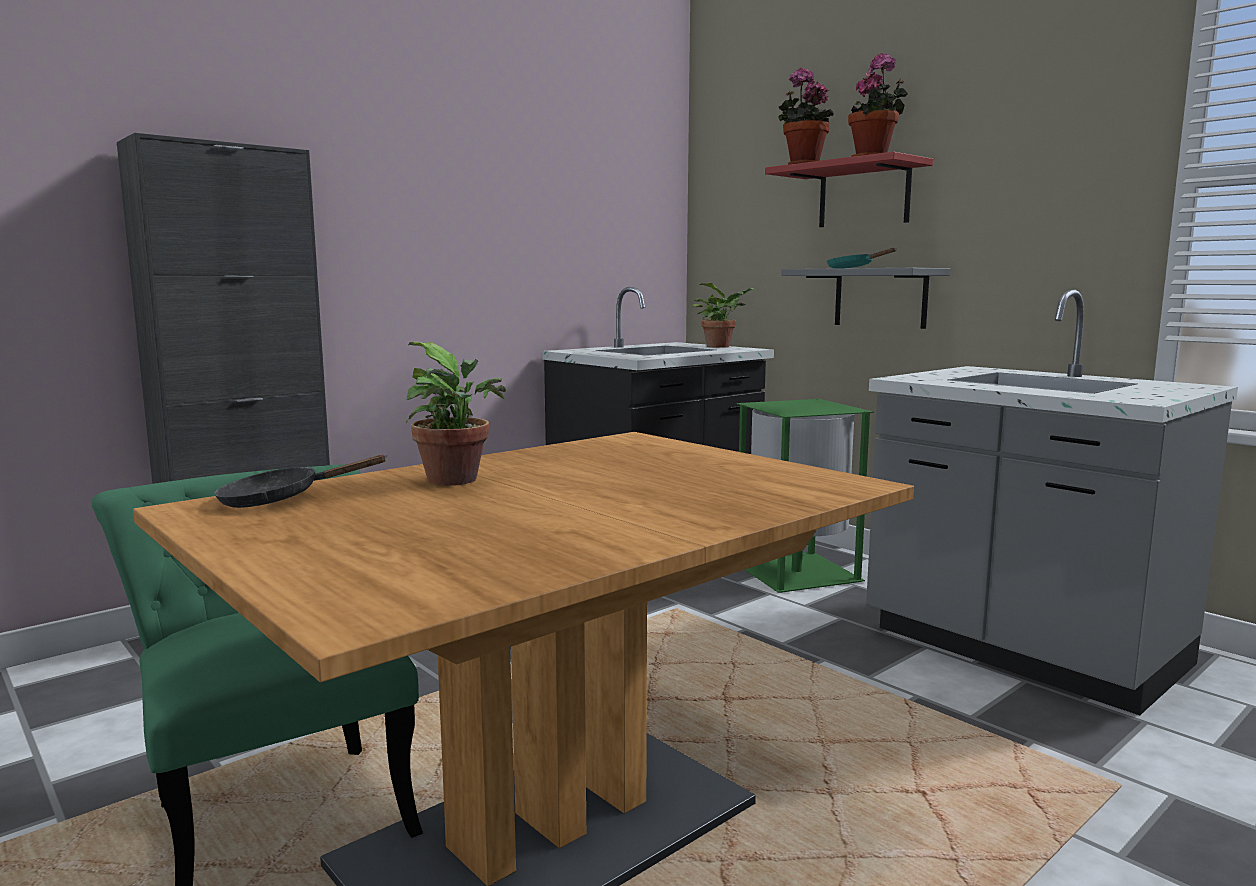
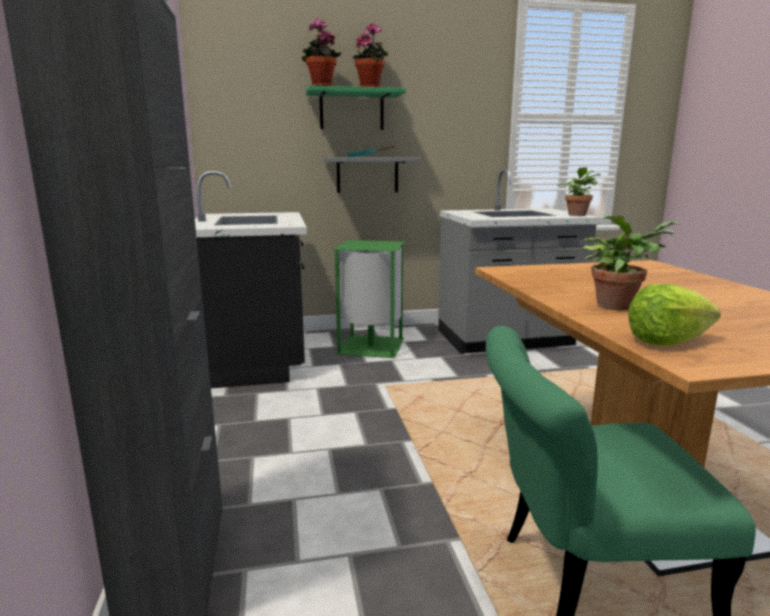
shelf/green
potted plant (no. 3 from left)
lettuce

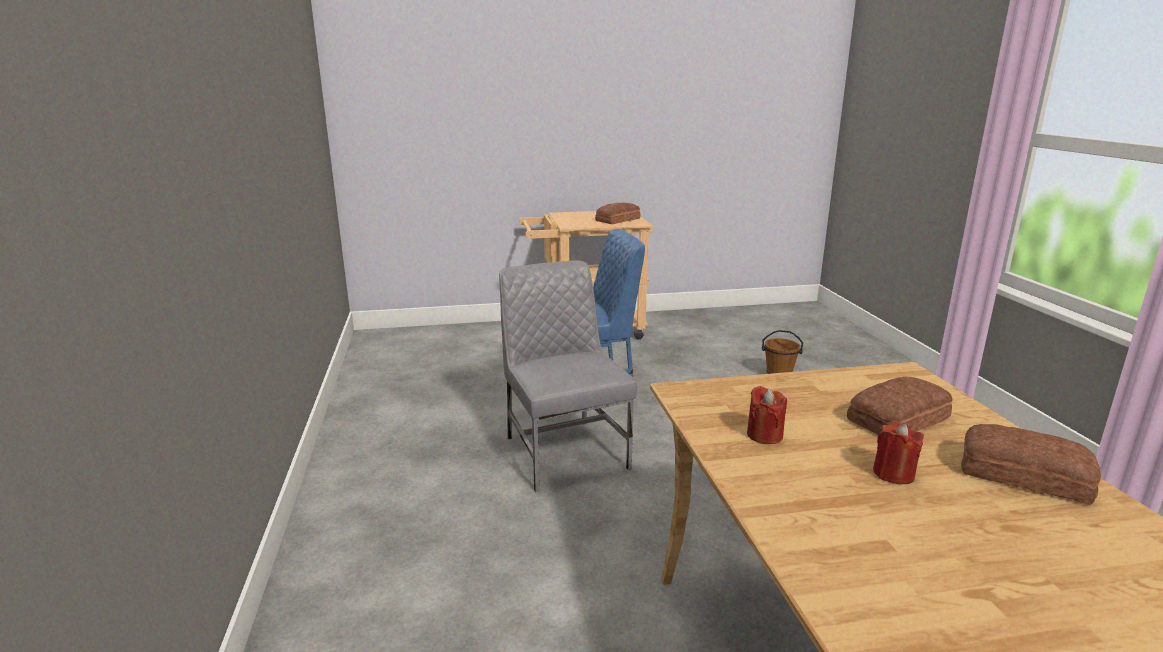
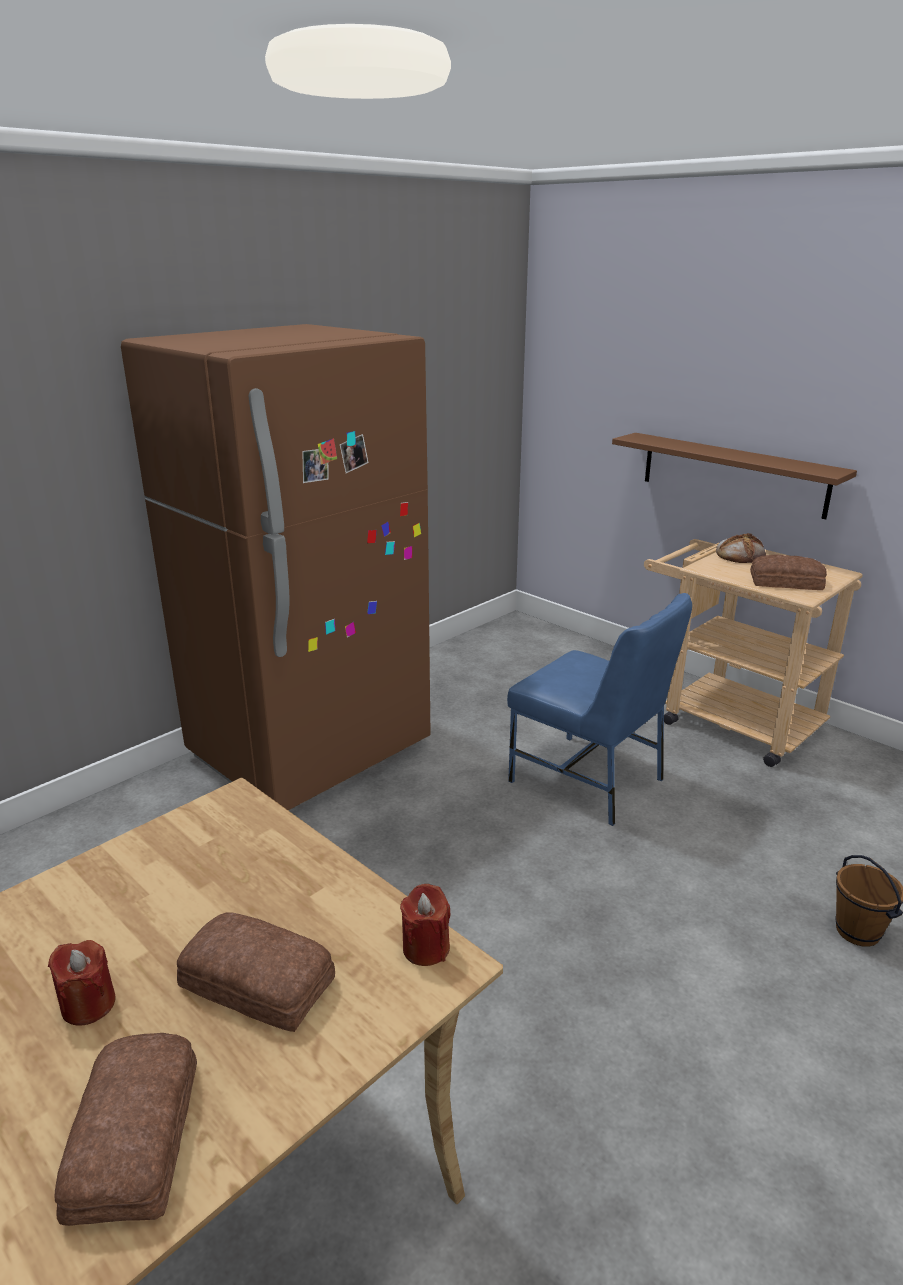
fridge/brown
candle/red (no. 2 from left)
shelf/brown
bread (no. 3 from left)
chair/grey

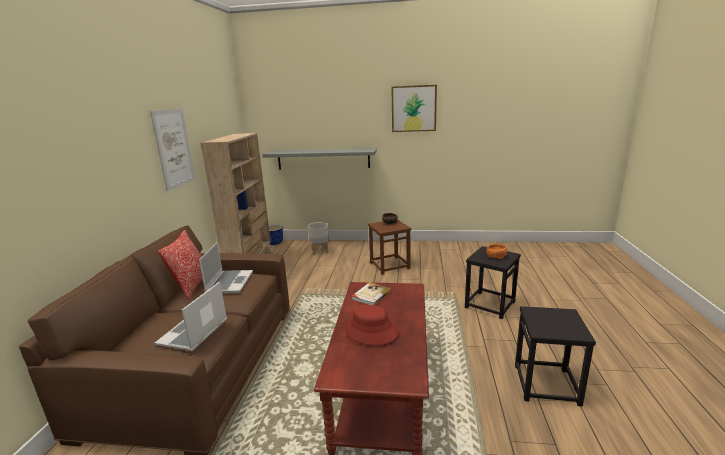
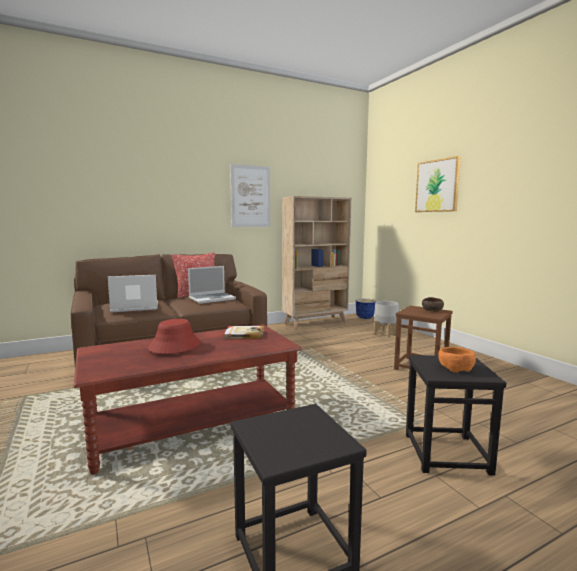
picture (no. 2 from left)
shelf/grey

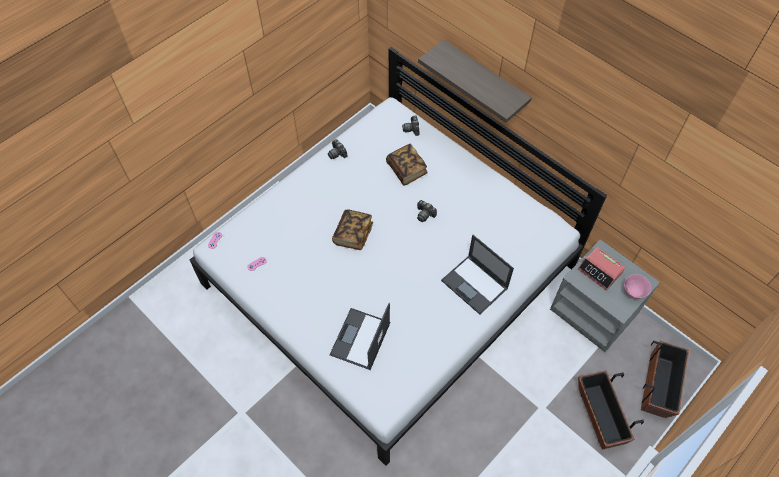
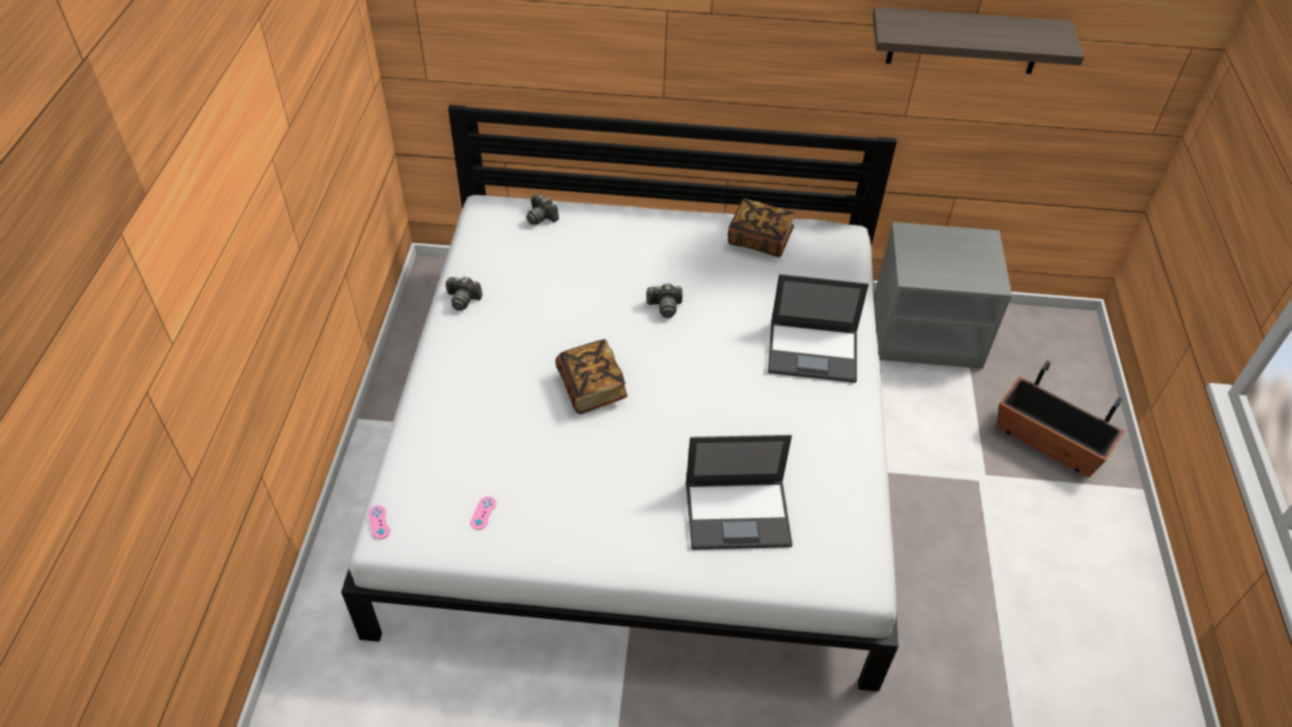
laptop (no. 1 from left)
book (no. 2 from left)
shelf
alarm clock
bowl/pink
planter (no. 2 from left in the first image)

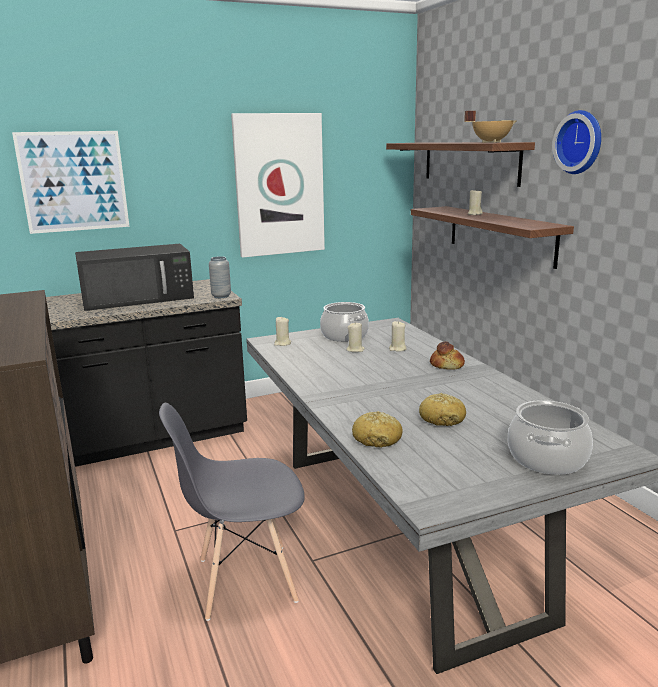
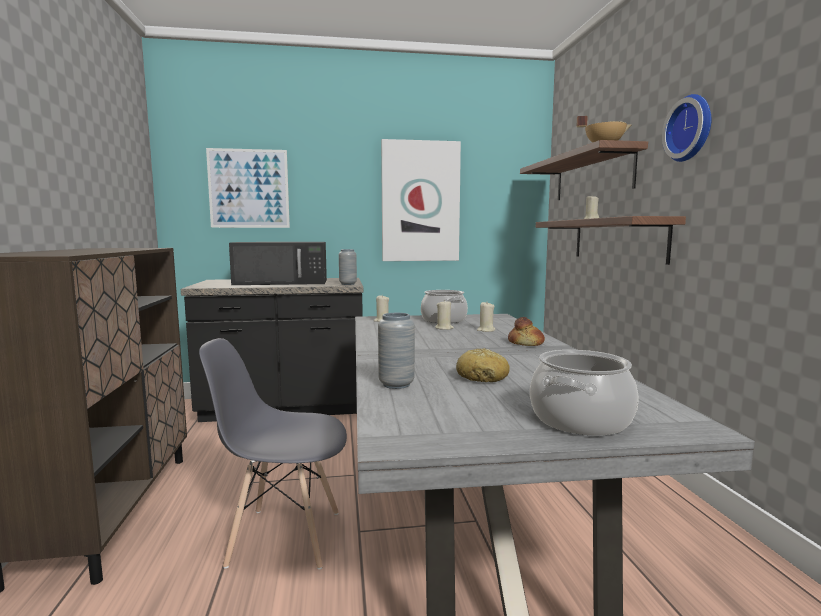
vase/grey (no. 2 from left)

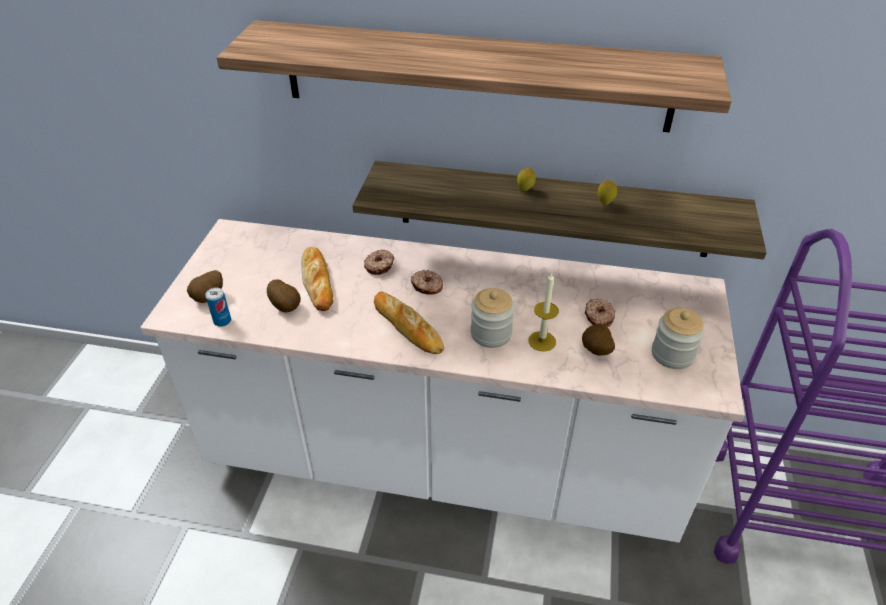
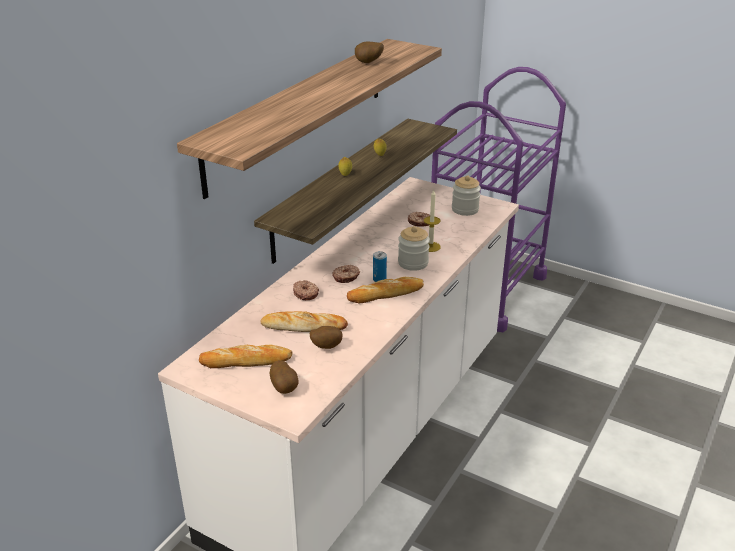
bread (no. 1 from left)
potato (no. 3 from left)
can

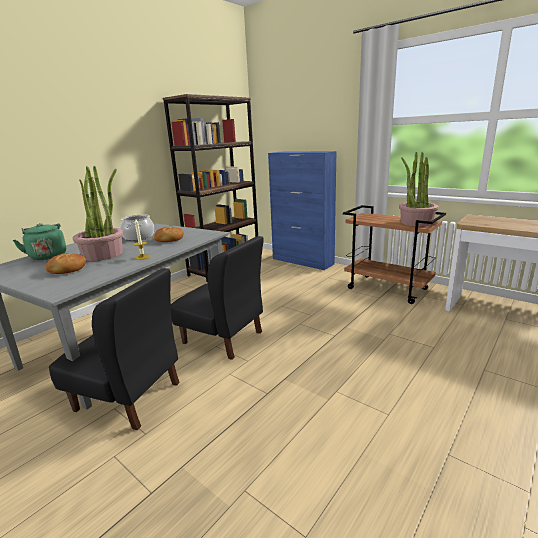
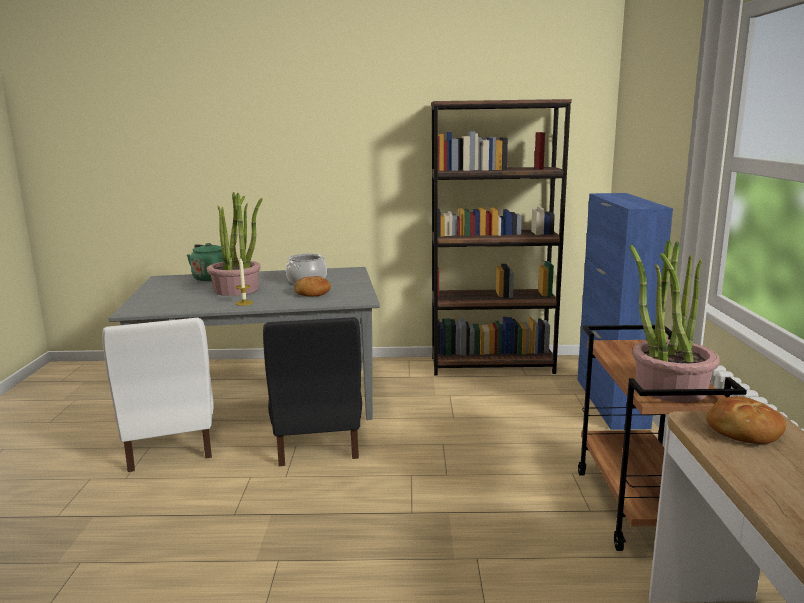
chair/white
bread (no. 2 from left)

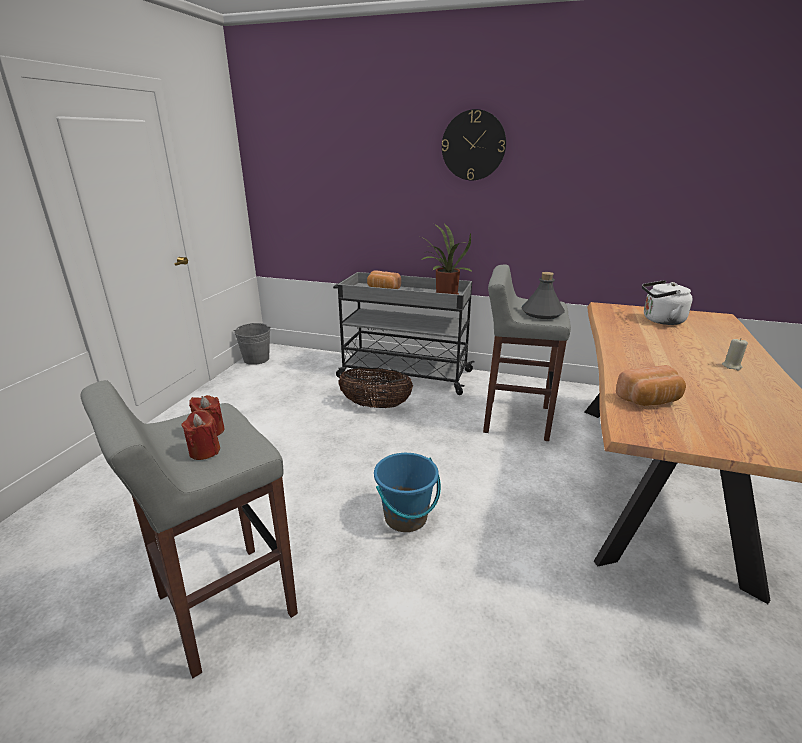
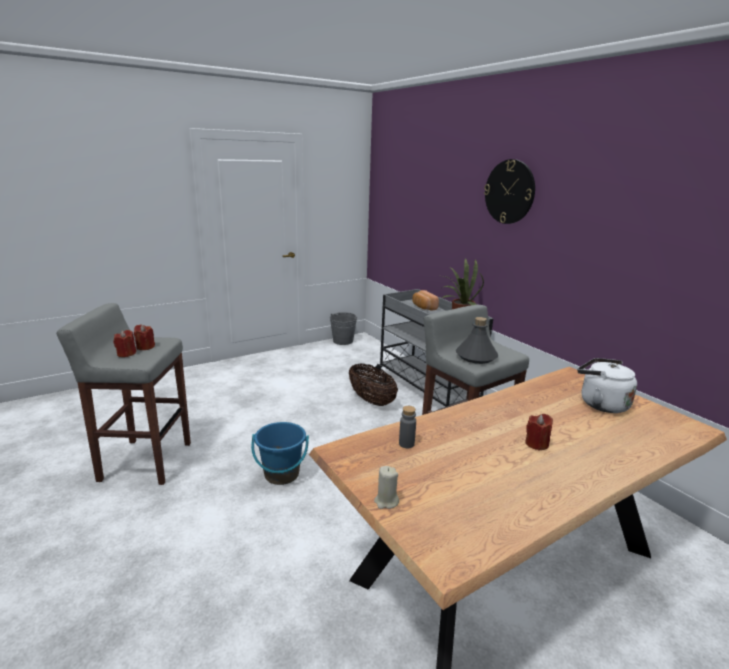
candle/beige
bottle/grey (no. 1 from left)
candle/red (no. 3 from left)

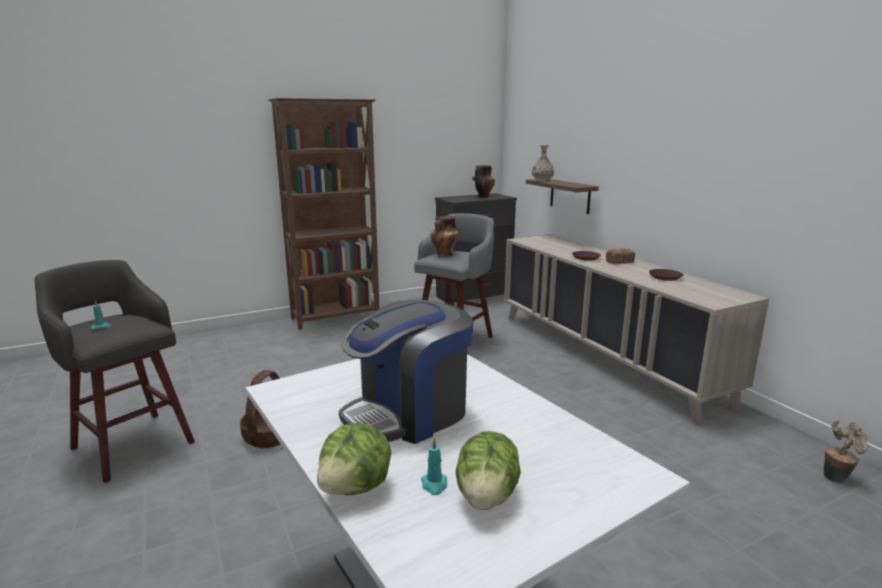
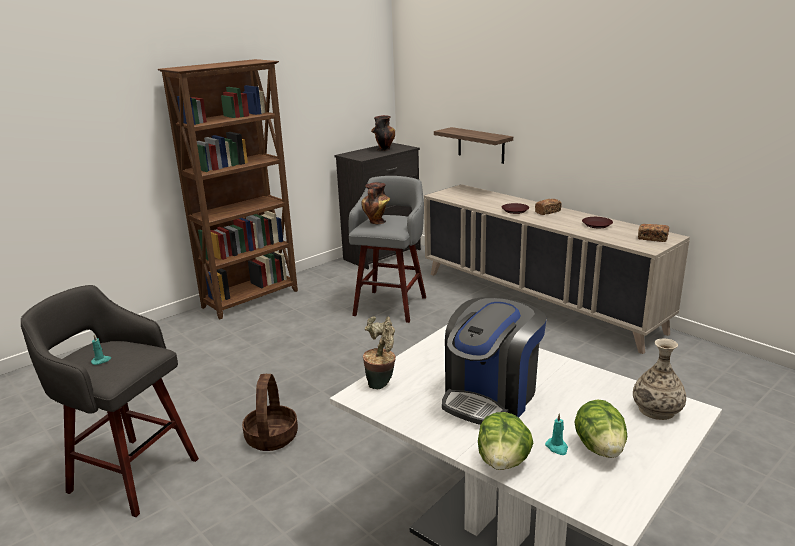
potted plant
vase (no. 3 from left)
bread (no. 2 from left)

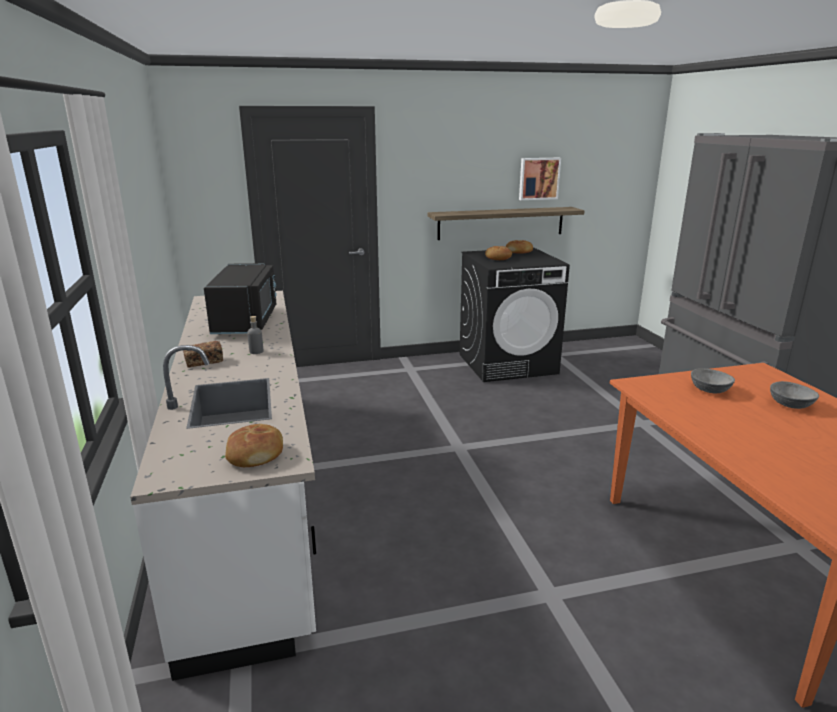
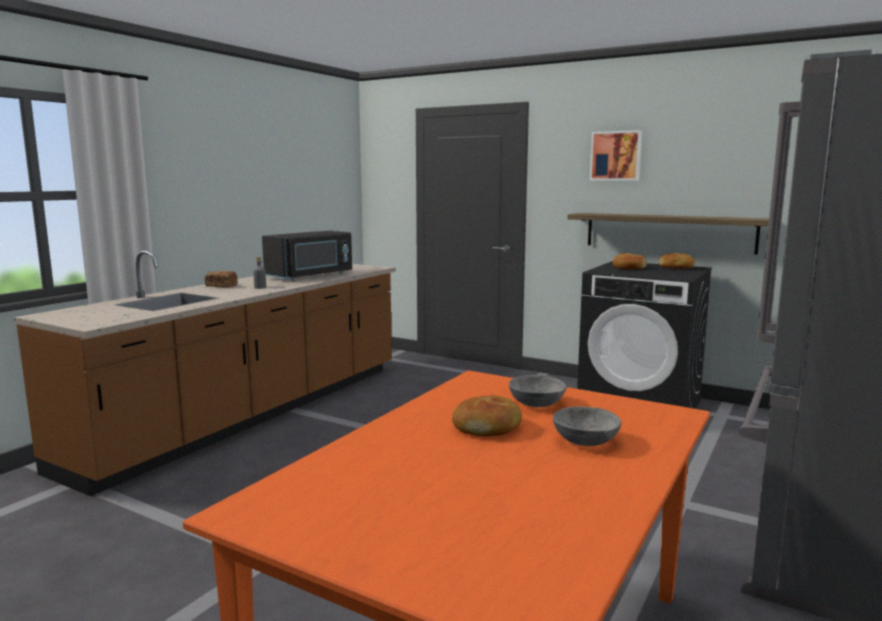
counter/brown
bread (no. 2 from left)
picture

